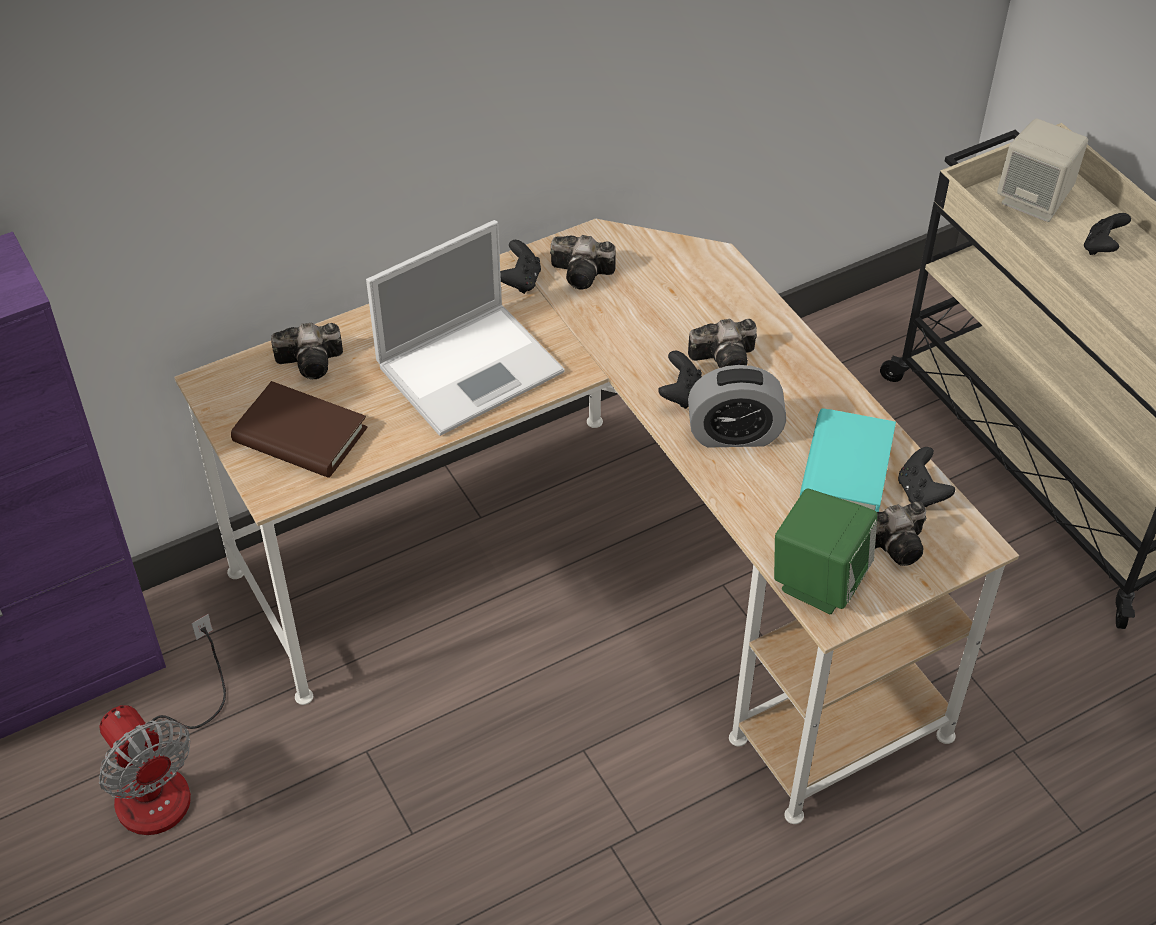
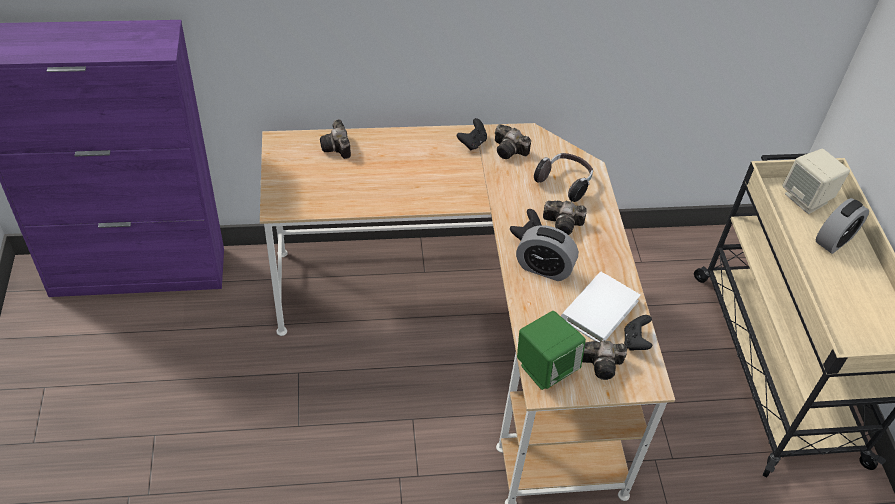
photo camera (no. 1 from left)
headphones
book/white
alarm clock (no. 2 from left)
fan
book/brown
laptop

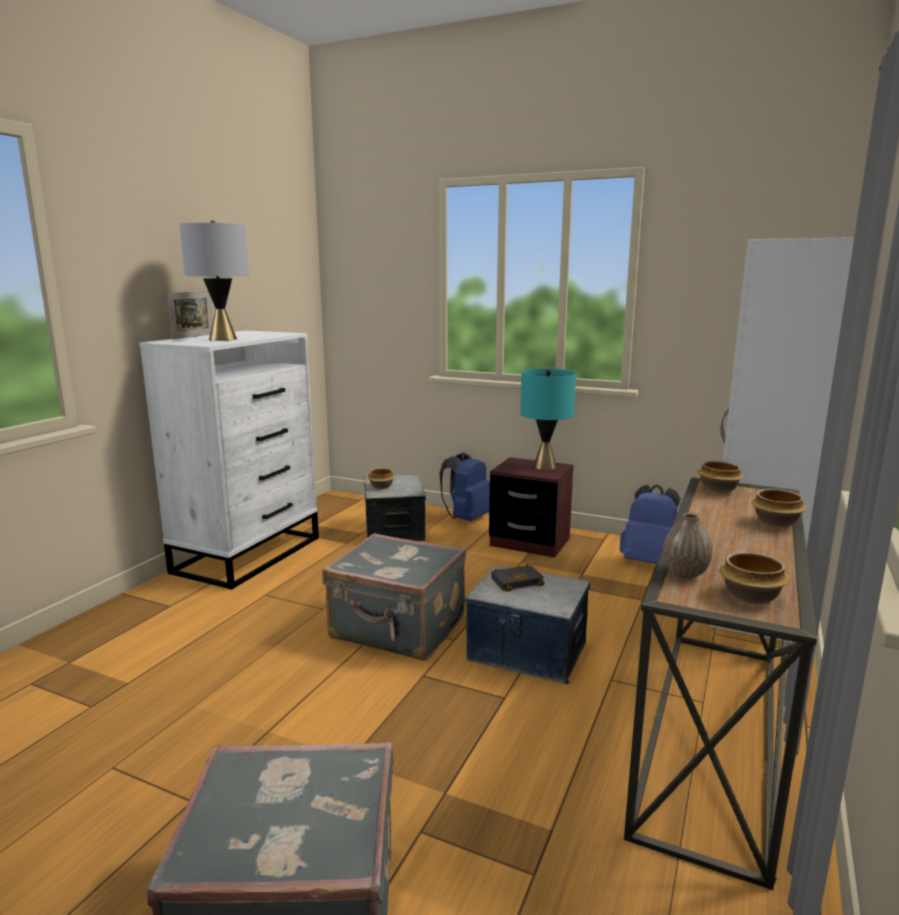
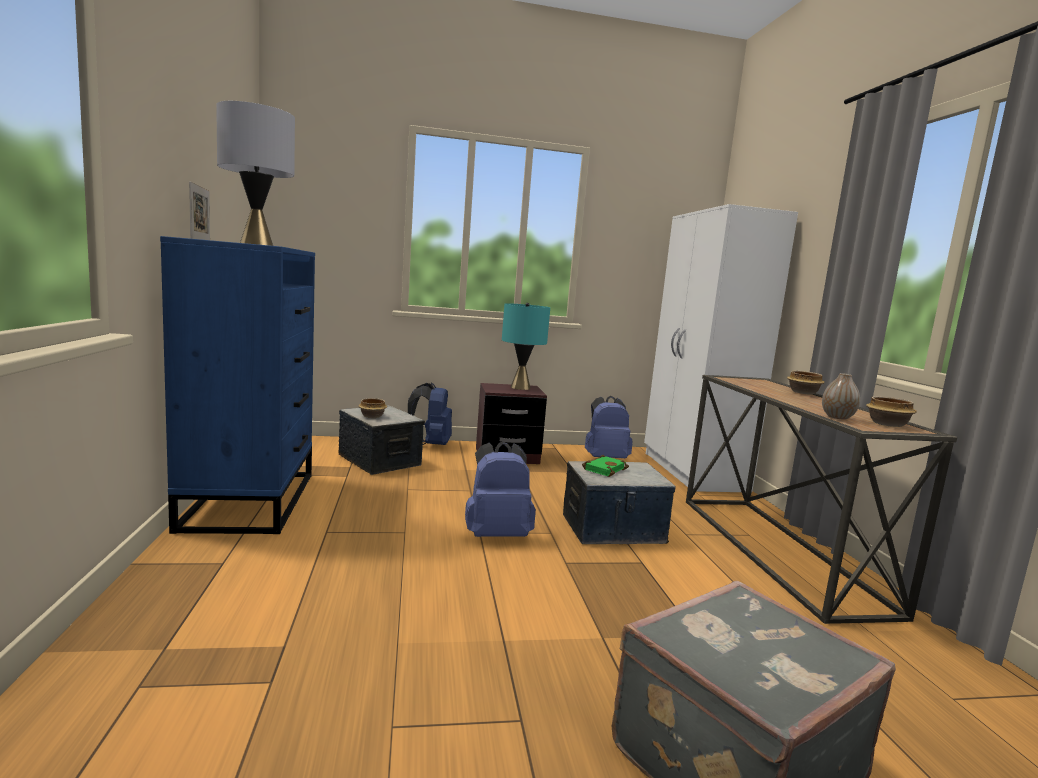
dresser/blue
backpack/blue (no. 2 from left)
book/green
bowl (no. 2 from left in the first image)

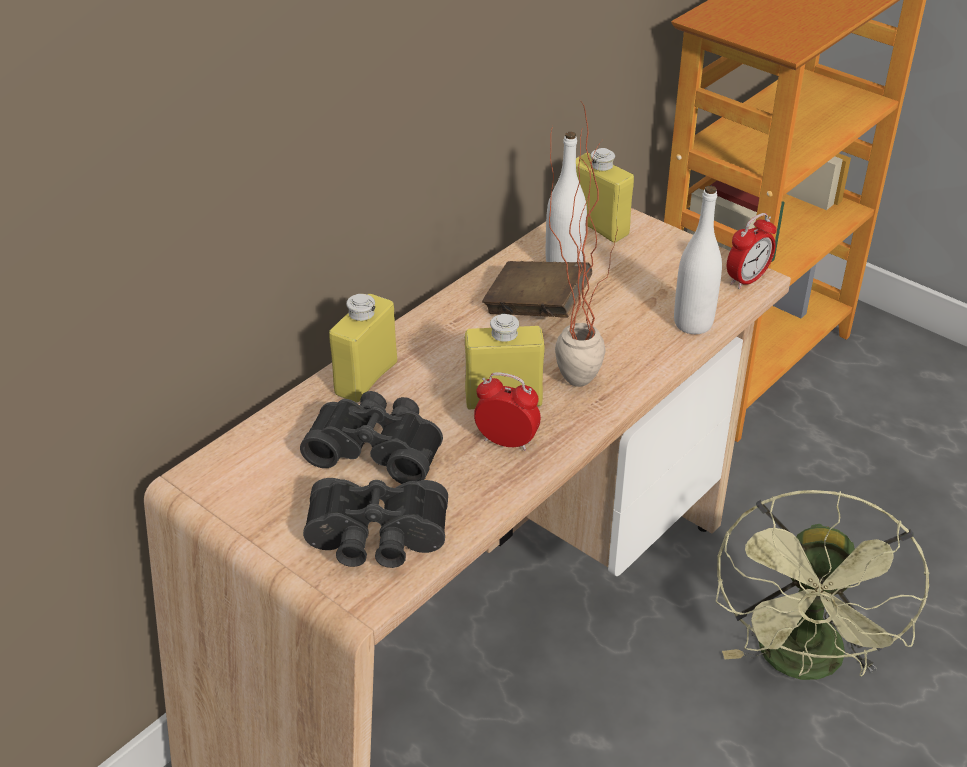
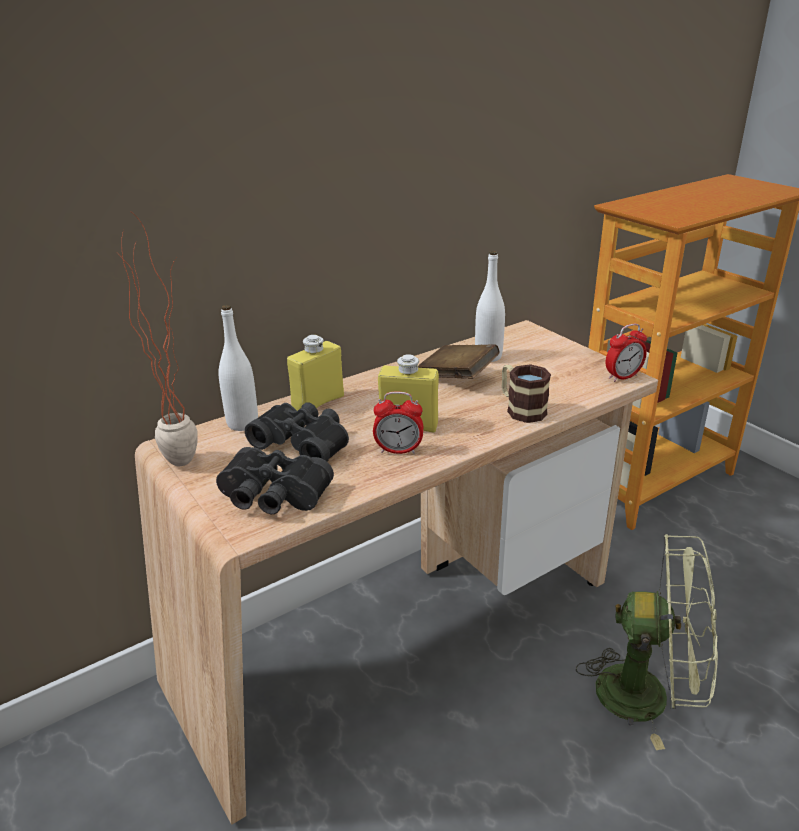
potted plant
bottle/white (no. 1 from left)
alarm clock (no. 1 from left)
mug
fan/green
bottle/yellow (no. 3 from left in the first image)

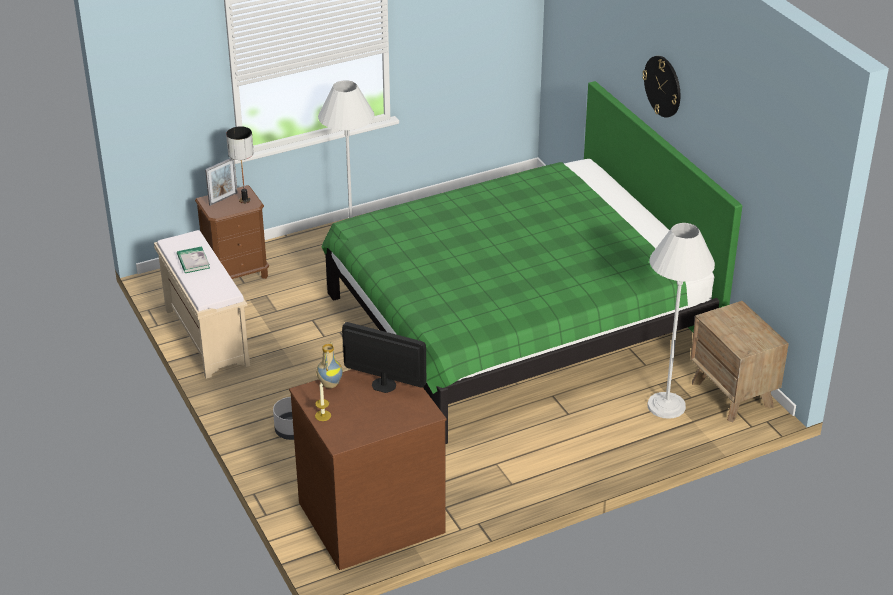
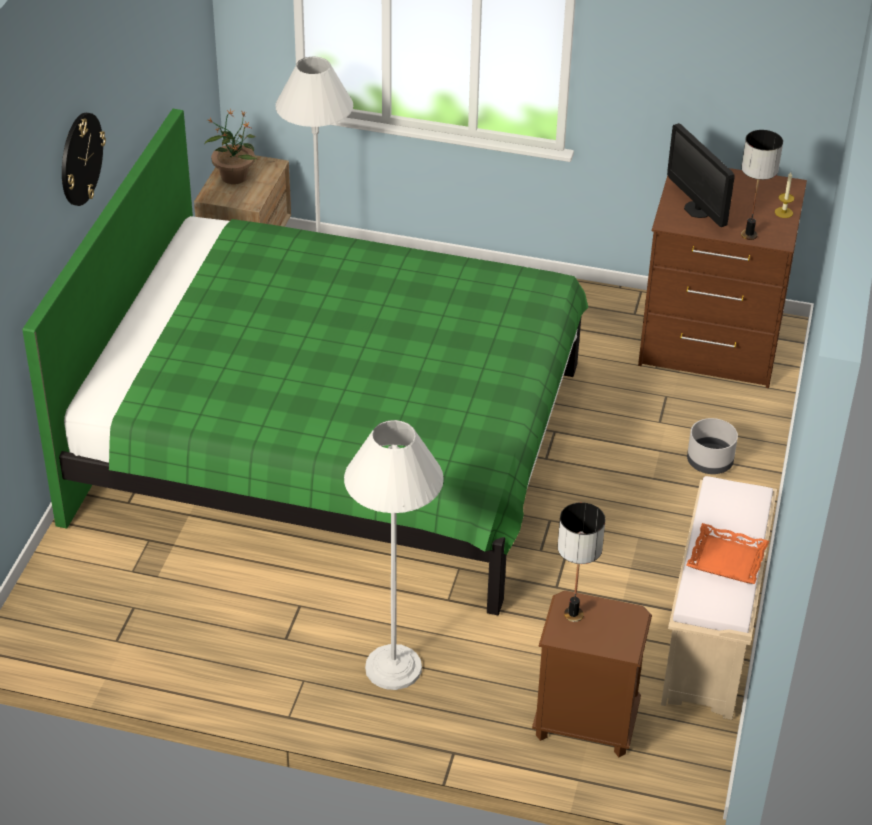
potted plant
tray/orange
table lamp (no. 2 from left)
picture frame

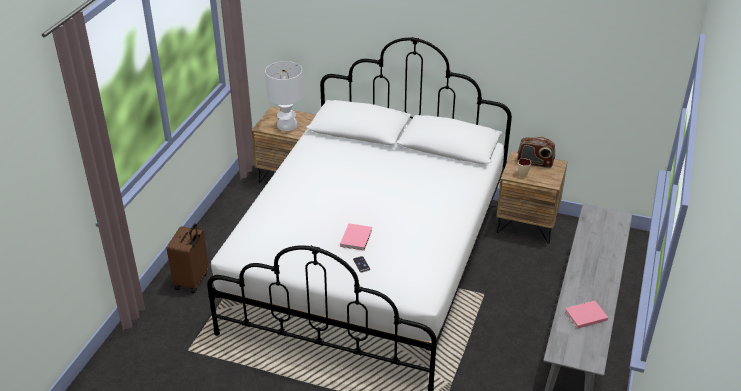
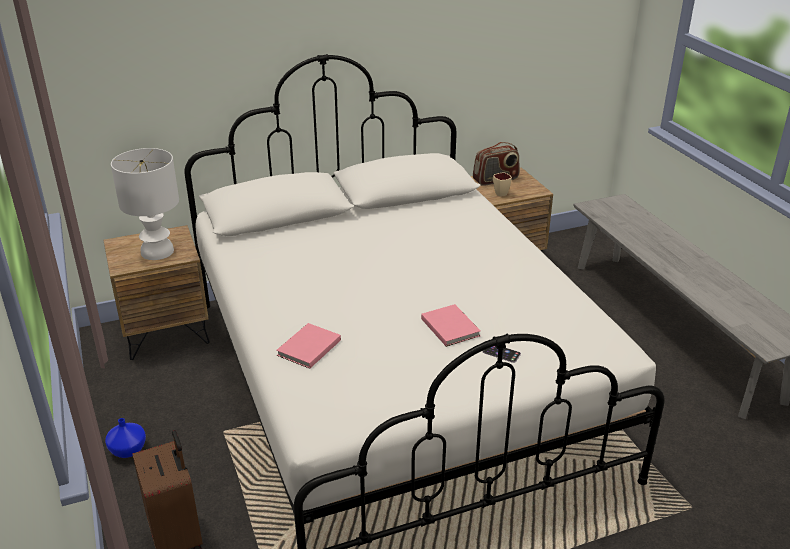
vase/blue
book/pink (no. 1 from left)

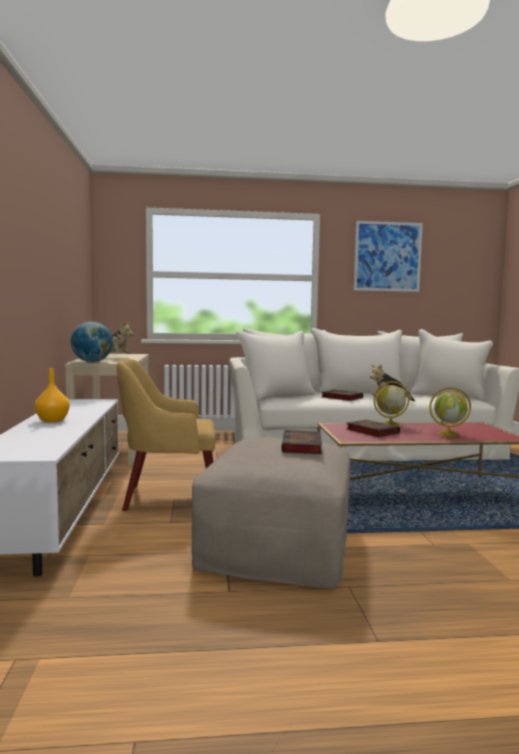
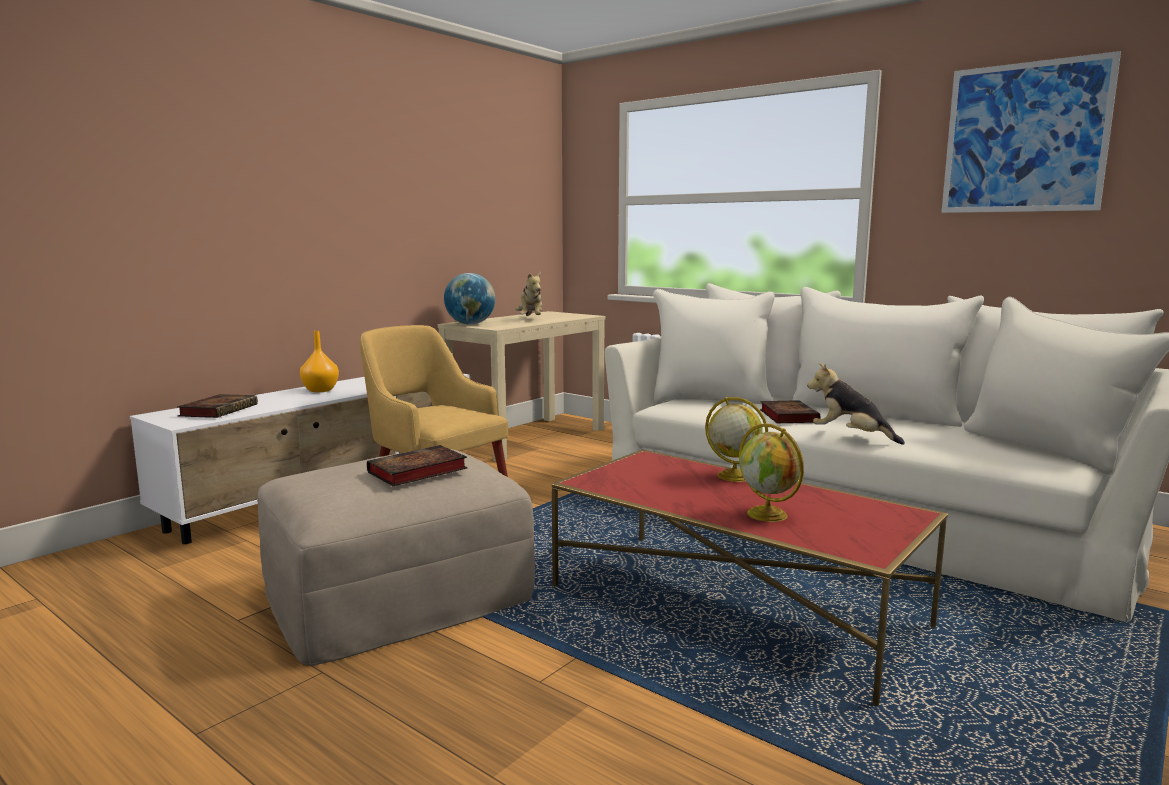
book (no. 1 from left)

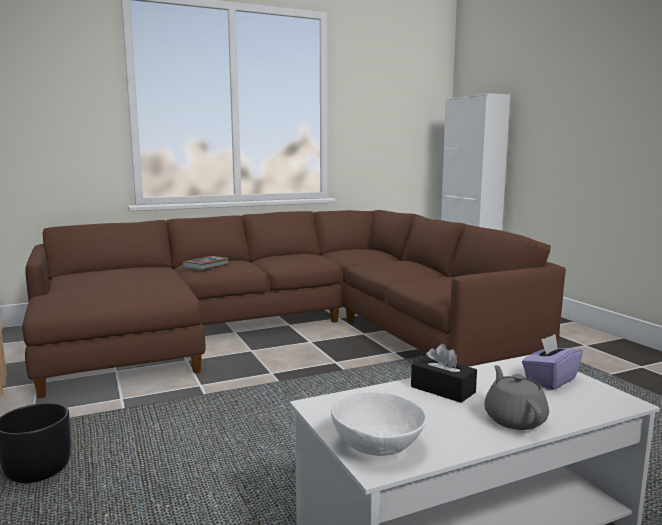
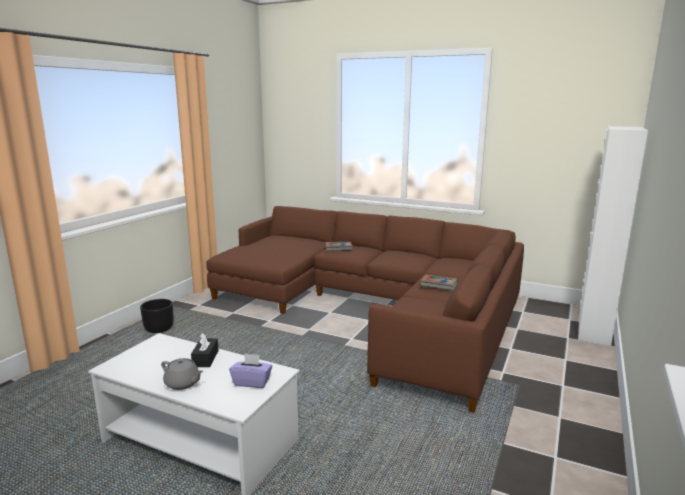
teapot/grey
book (no. 2 from left)
bowl/white

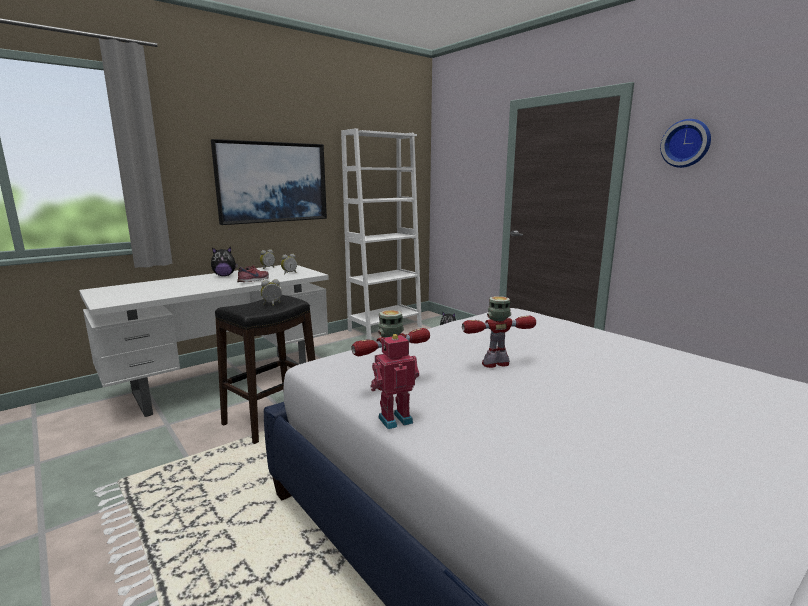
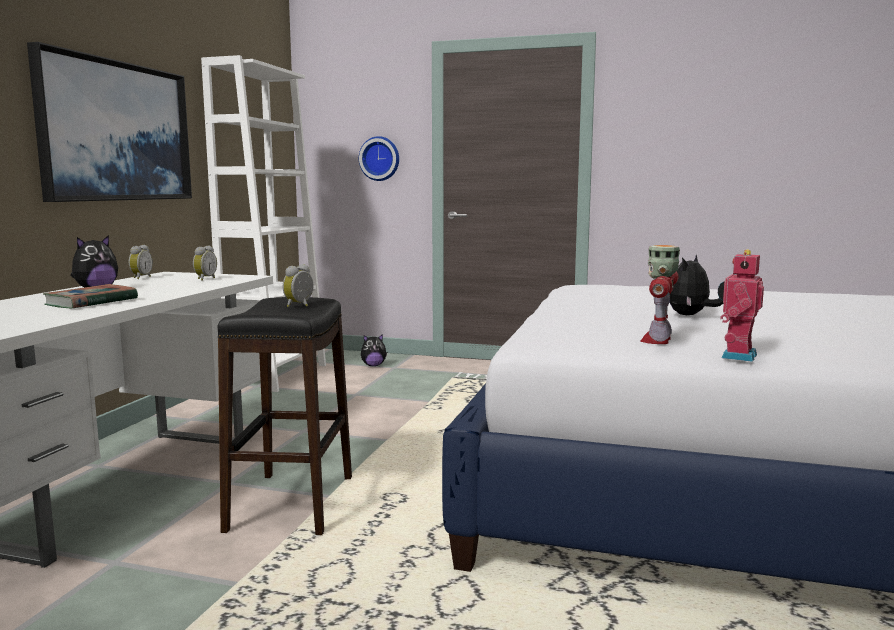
book
wall clock
plush toy (no. 3 from left)
shoe

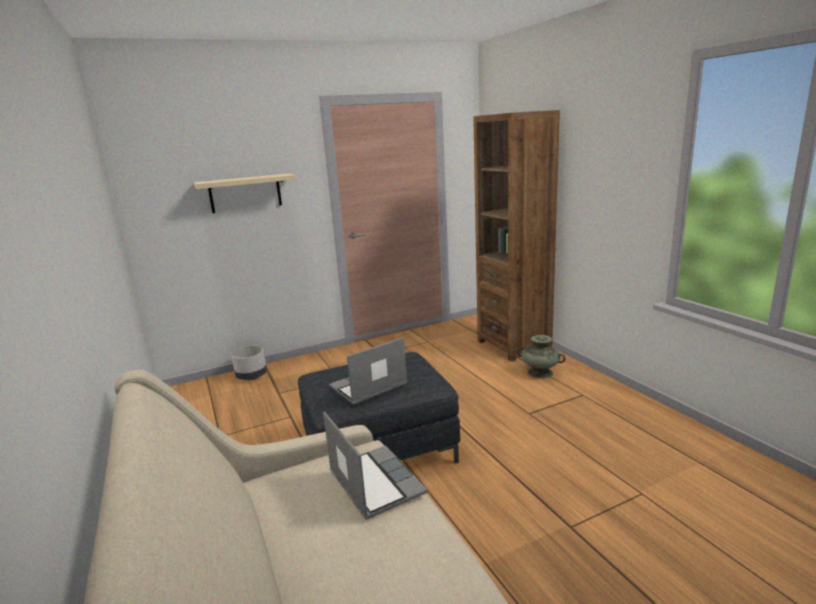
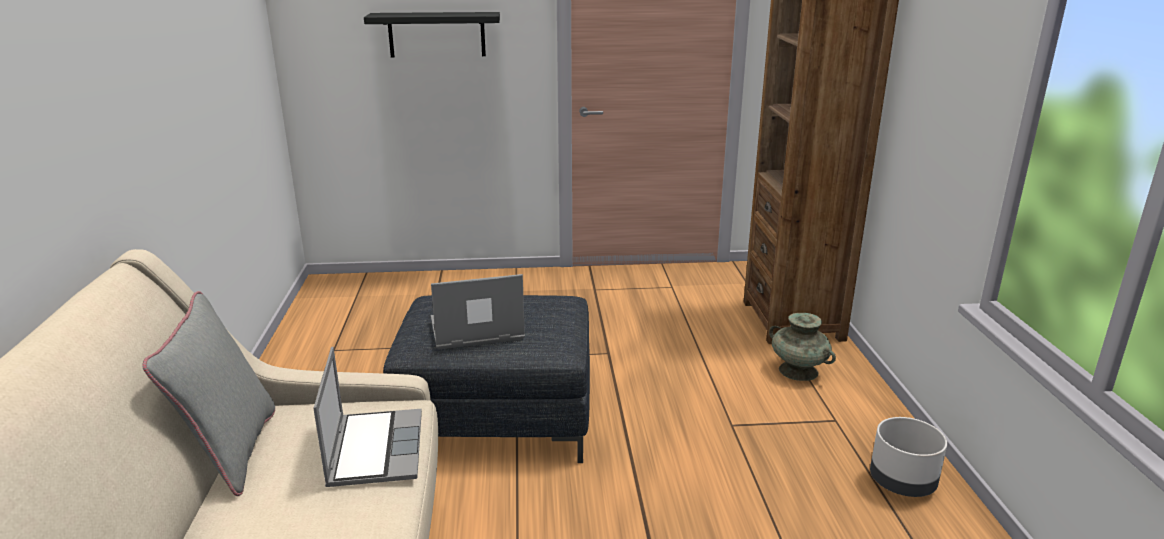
pillow/grey
shelf/black
planter/grey

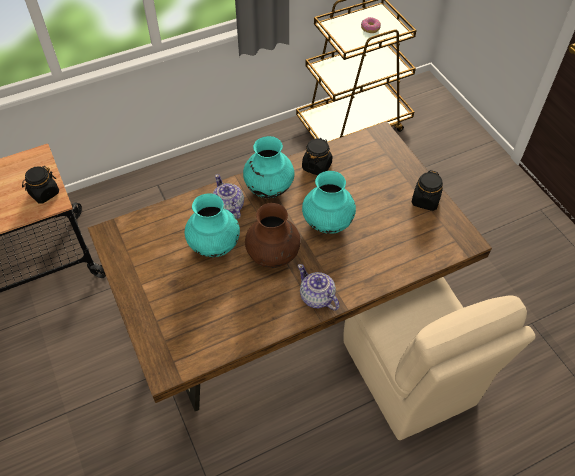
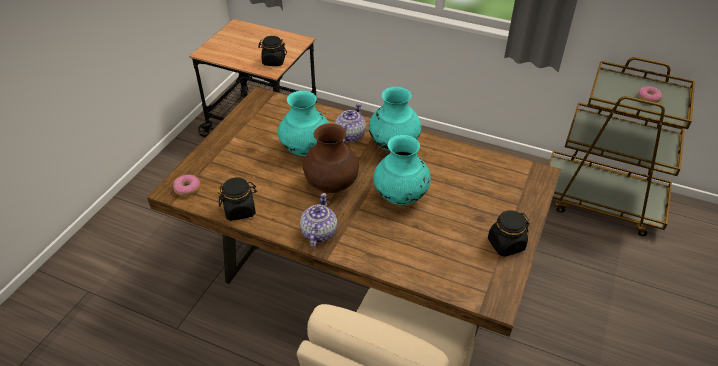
donut (no. 1 from left)
jar/black (no. 1 from left)

